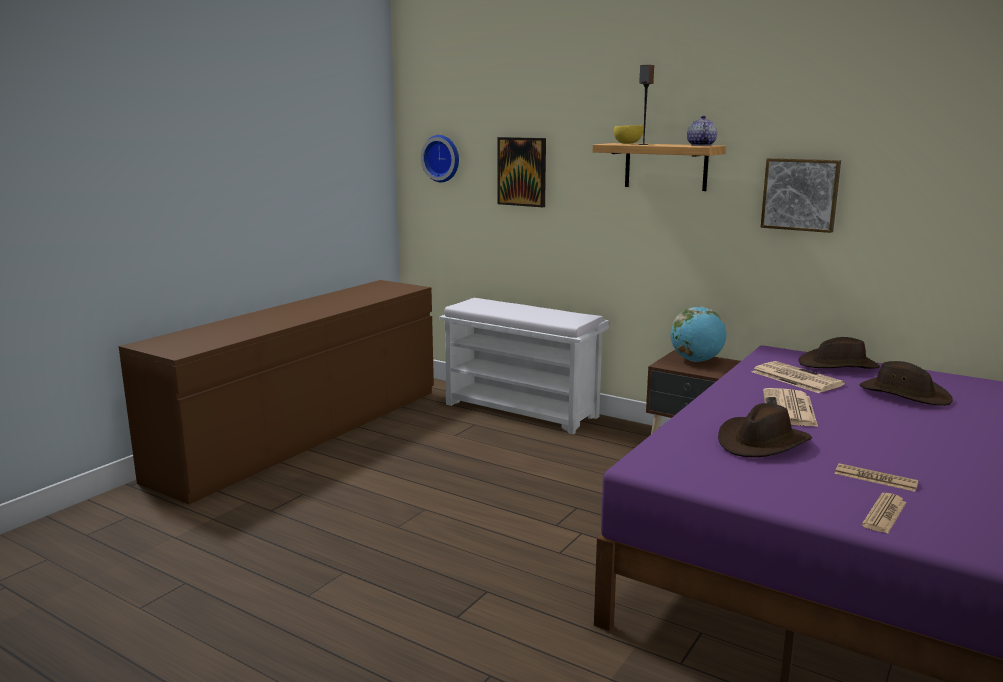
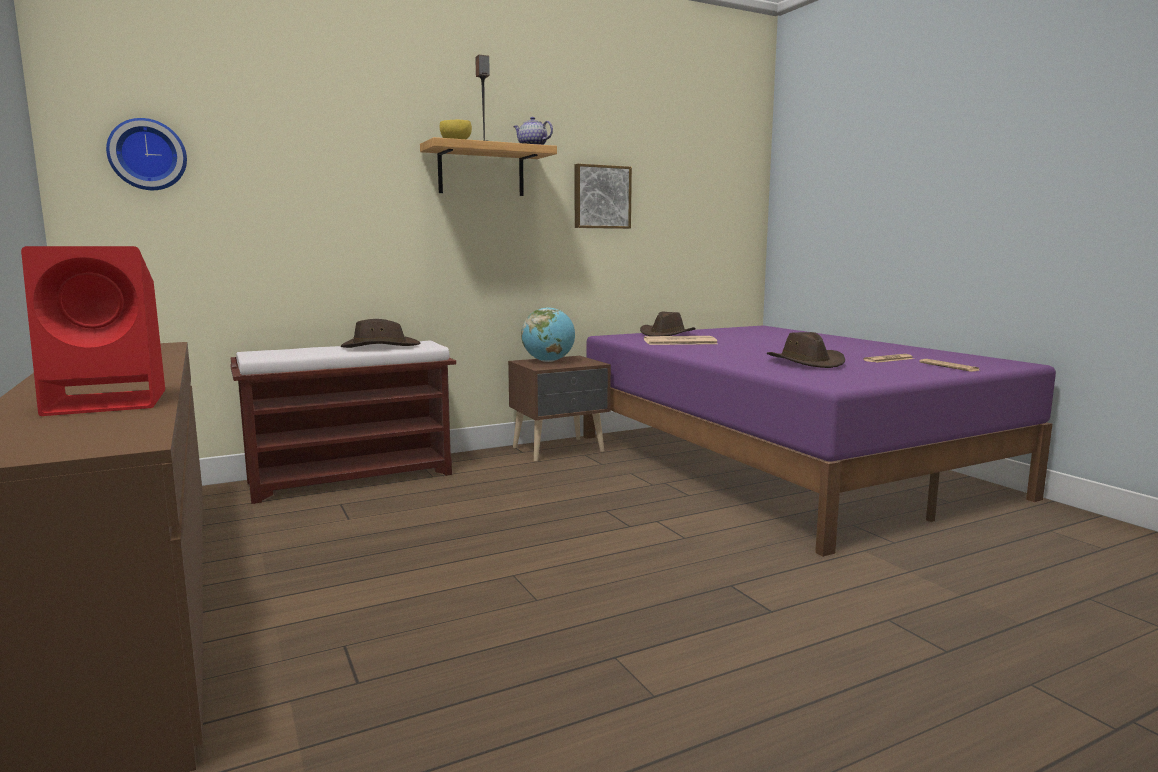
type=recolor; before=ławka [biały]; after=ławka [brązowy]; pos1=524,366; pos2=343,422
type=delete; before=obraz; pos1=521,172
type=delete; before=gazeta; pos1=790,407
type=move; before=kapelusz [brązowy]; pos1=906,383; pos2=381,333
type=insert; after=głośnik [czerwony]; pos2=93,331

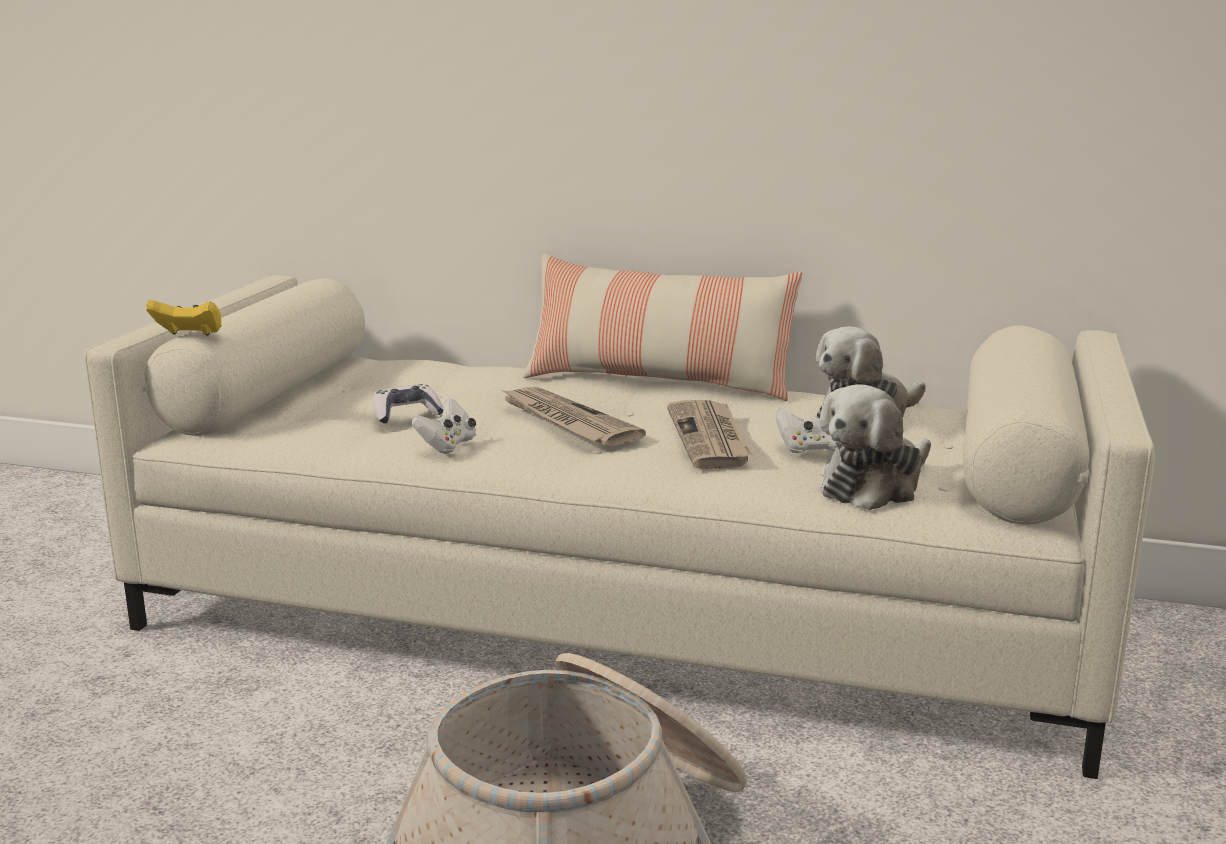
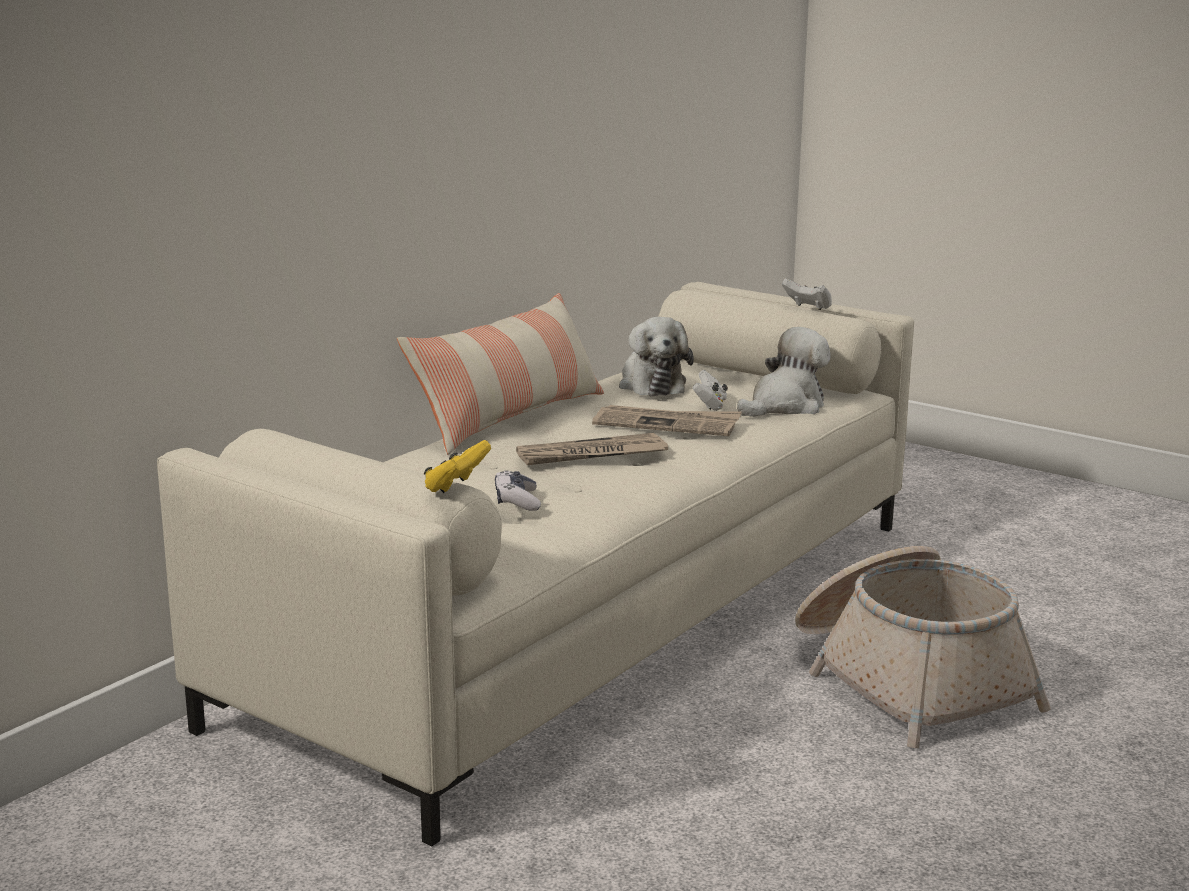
type=move; before=pad do gier [biały]; pos1=444,425; pos2=807,294
type=rotate; before=pluszak; pos1=875,447; pos2=784,372; turn=-105

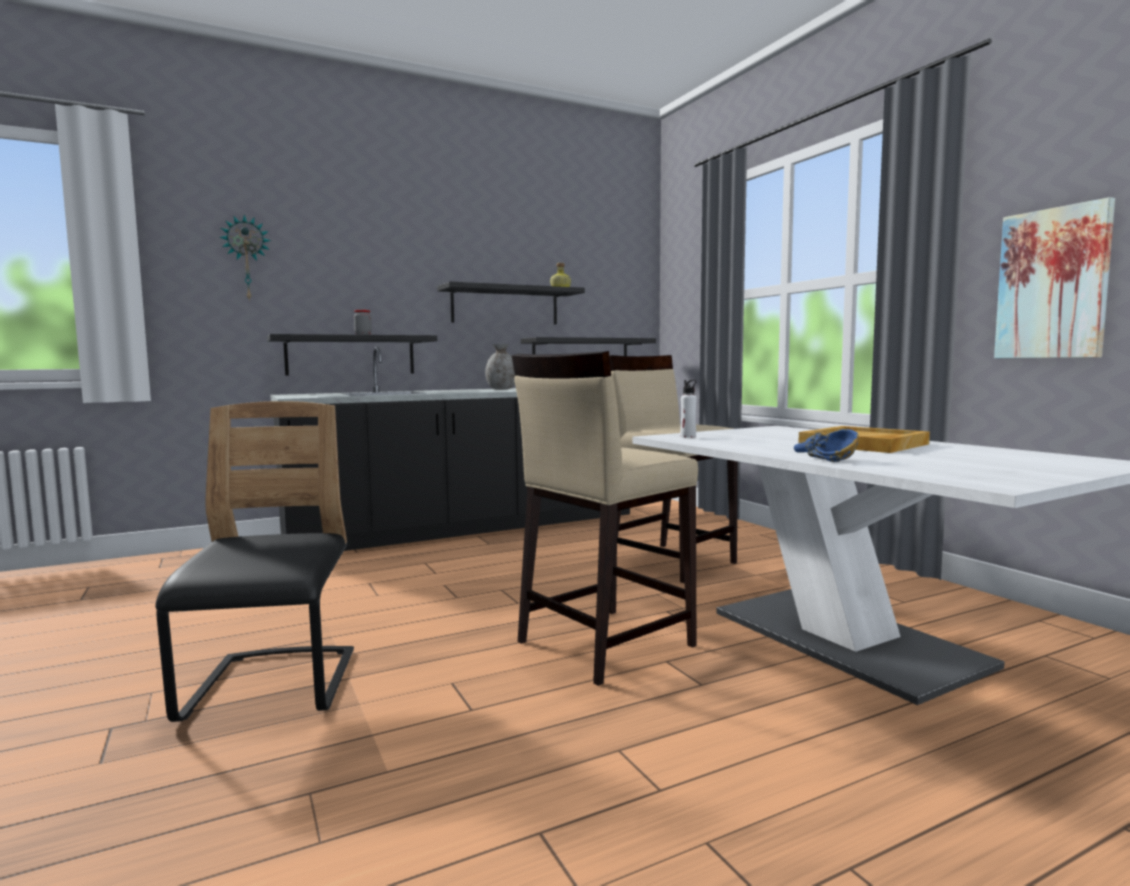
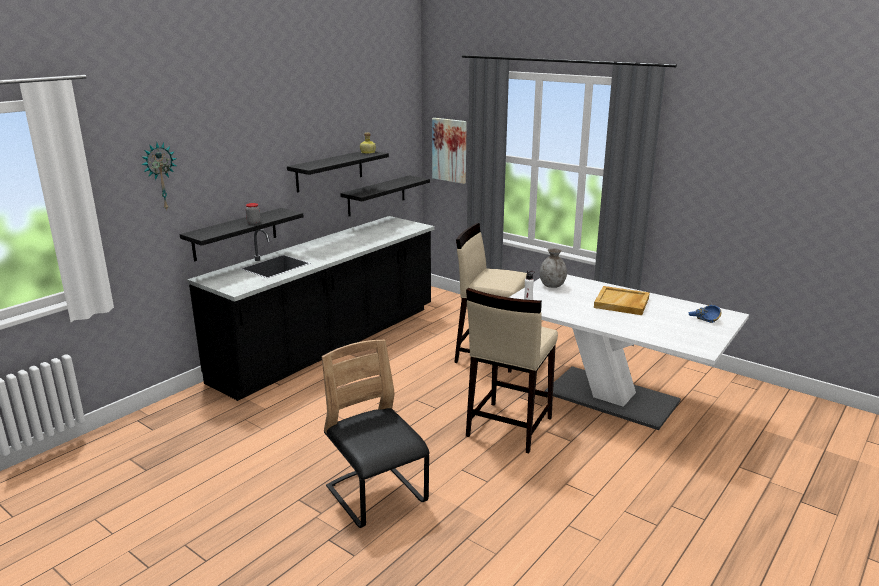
type=move; before=wazon [szary]; pos1=500,367; pos2=553,268
type=move; before=miska [niebieski]; pos1=826,445; pos2=705,314
type=move; before=obraz; pos1=1054,278; pos2=449,151

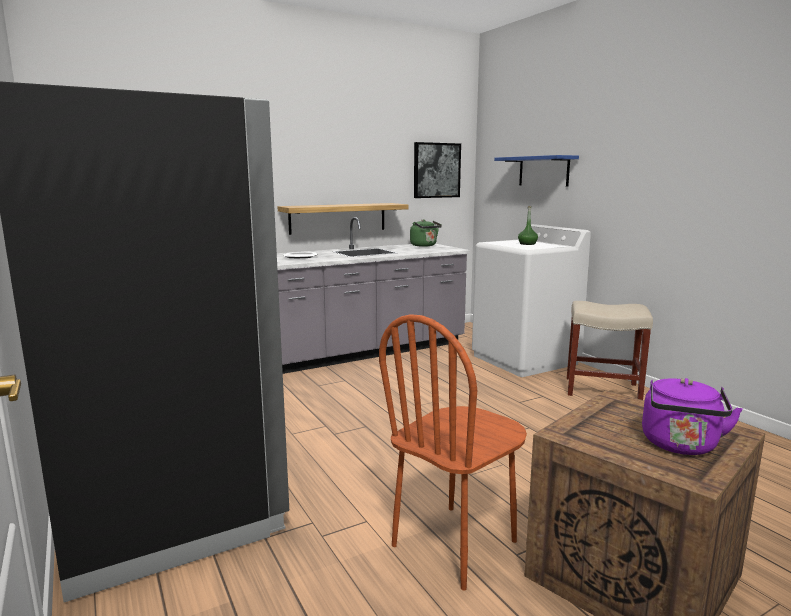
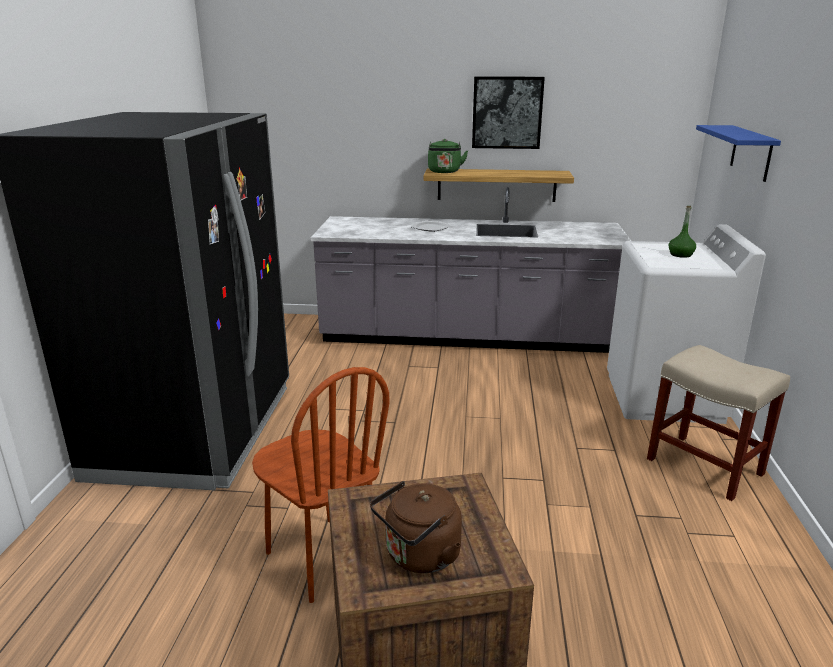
type=rotate; before=krzesło [brązowy]; pos1=453,452; pos2=321,485; turn=-120
type=move; before=czajnik [zielony]; pos1=426,233; pos2=448,156
type=move; before=obraz; pos1=437,170; pos2=508,112
type=recolor; before=czajnik [fioletowy]; after=czajnik [brązowy]; pos1=692,416; pos2=416,527

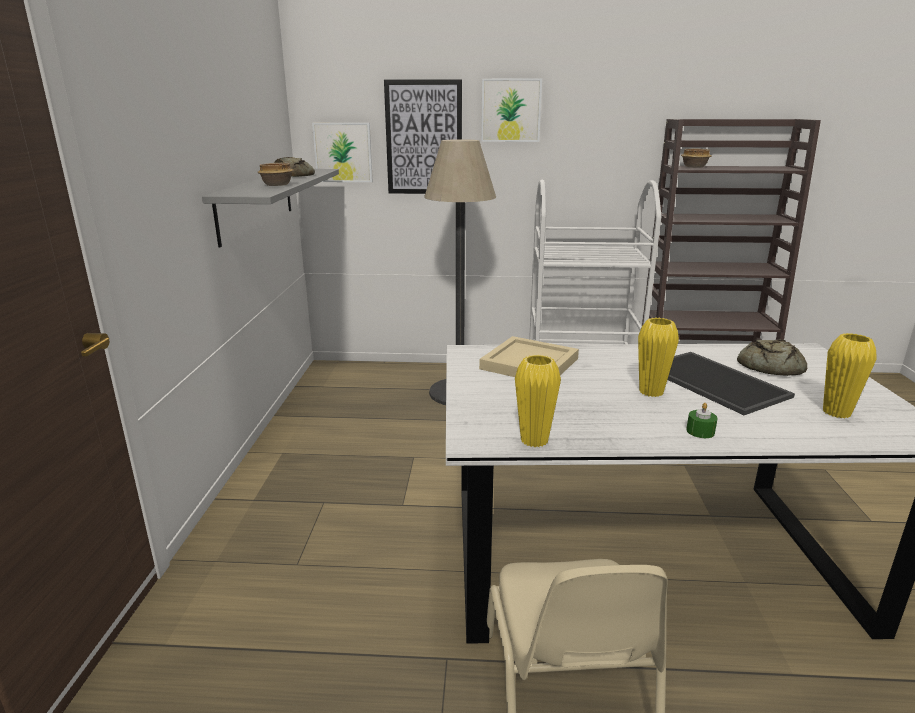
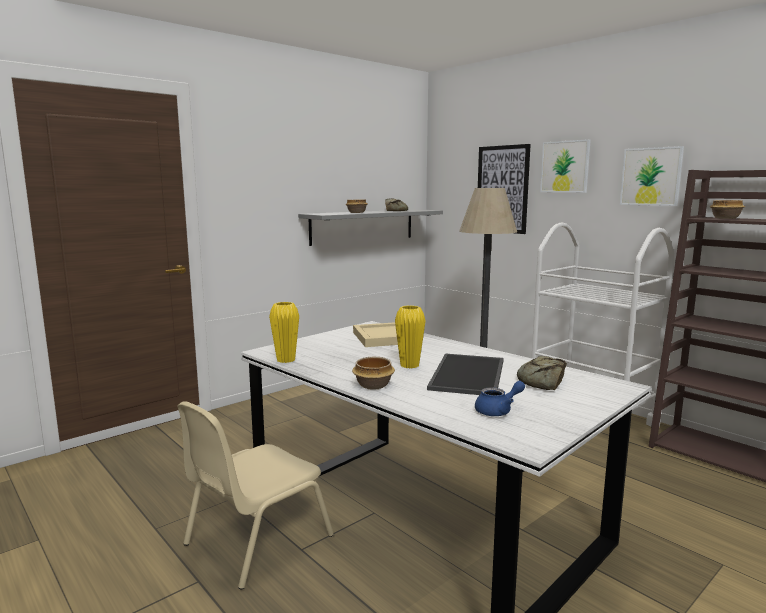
type=move; before=obraz; pos1=342,152; pos2=652,176
type=replace; before=świeca [zielony]; after=miska; pos1=702,420; pos2=373,373
type=replace; before=wazon [żółty]; after=imbryk [niebieski]; pos1=850,375; pos2=500,398

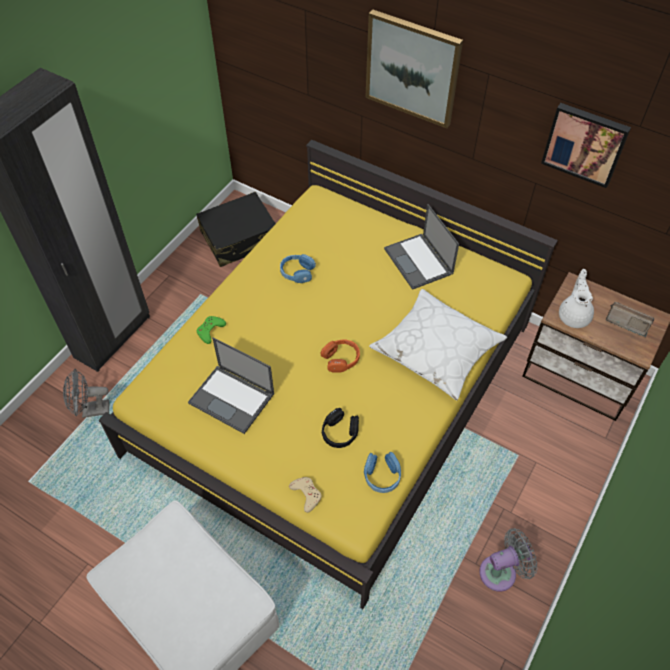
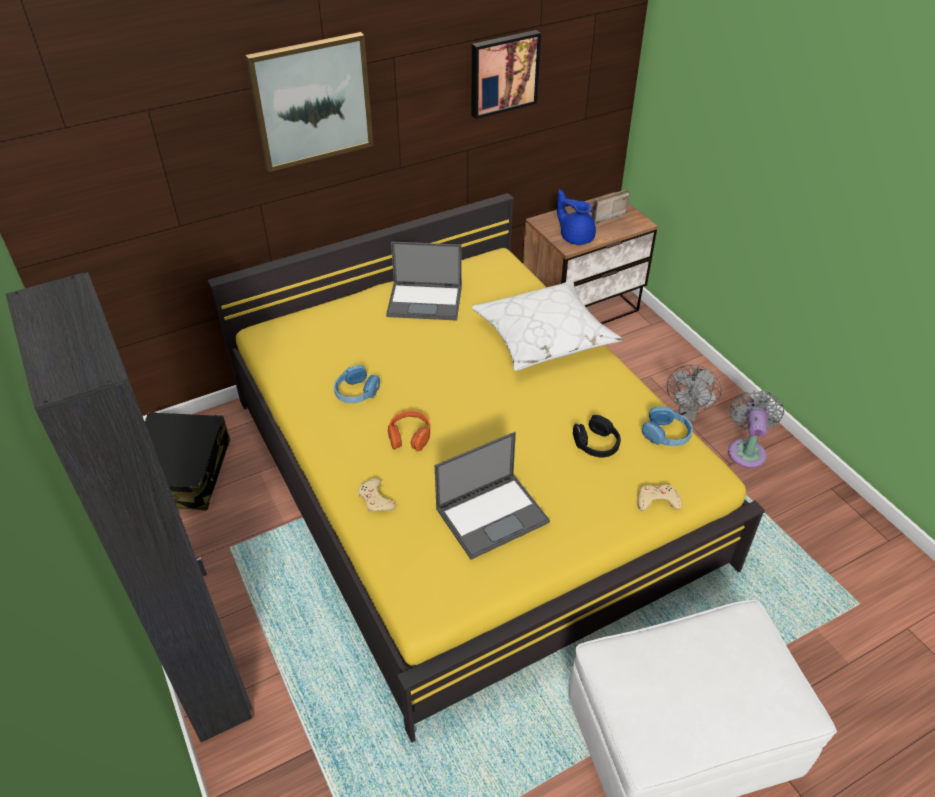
type=move; before=wentylator [szary]; pos1=86,393; pos2=694,393
type=recolor; before=pad do gier [zielony]; after=pad do gier [beżowy]; pos1=211,330; pos2=377,495
type=move; before=słuchawki [pomarańczowy]; pos1=340,356; pos2=409,430
type=recolor; before=imbryk [biały]; after=imbryk [niebieski]; pos1=576,298; pos2=576,217

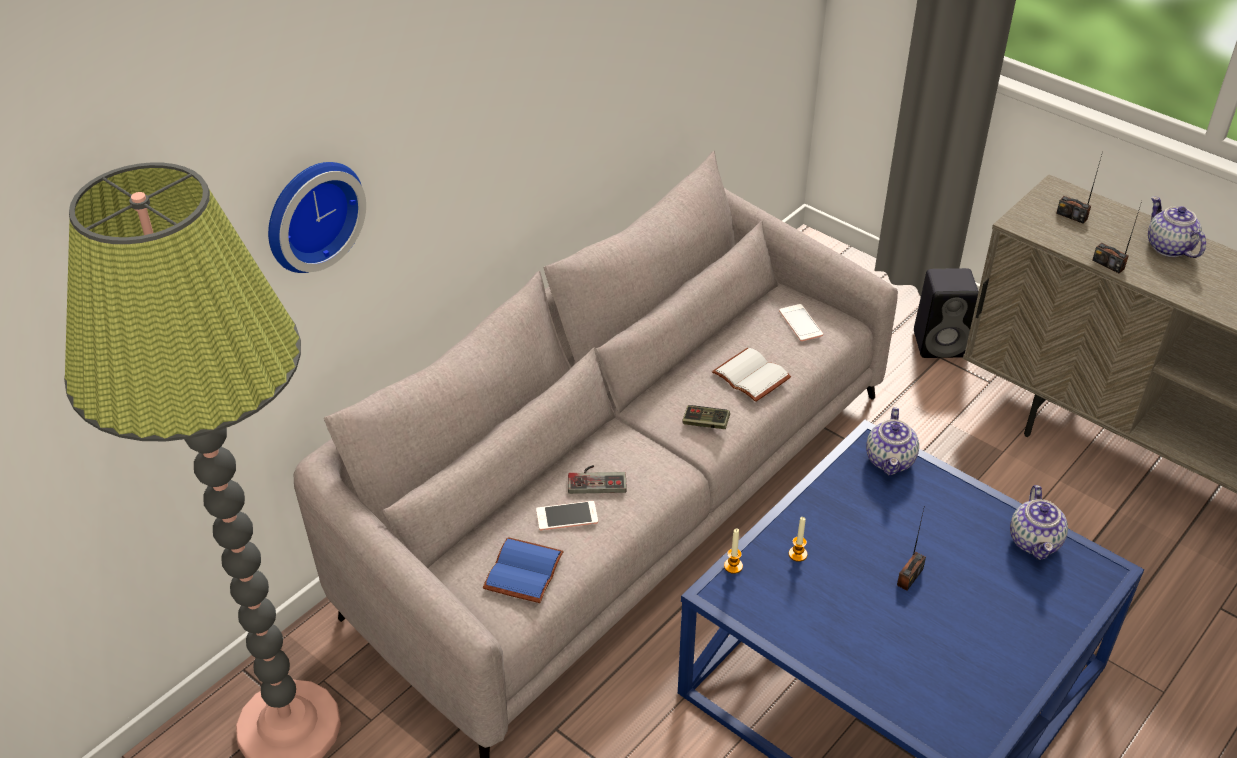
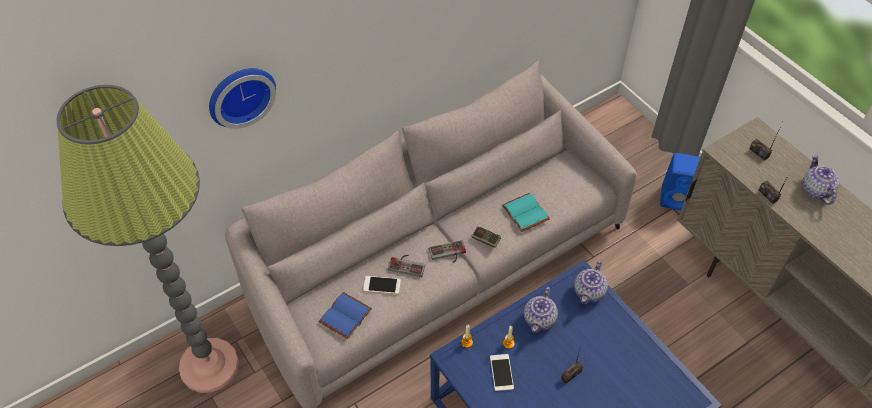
type=recolor; before=książka [biały]; after=książka [turkusowy]; pos1=751,375; pos2=526,212
type=move; before=telefon; pos1=801,322; pos2=502,372
type=recolor; before=głośnik [czarny]; after=głośnik [niebieski]; pos1=946,313; pos2=680,181
type=move; before=imbryk; pos1=1039,522; pos2=541,310
type=insert; after=pad do gier; pos2=447,251

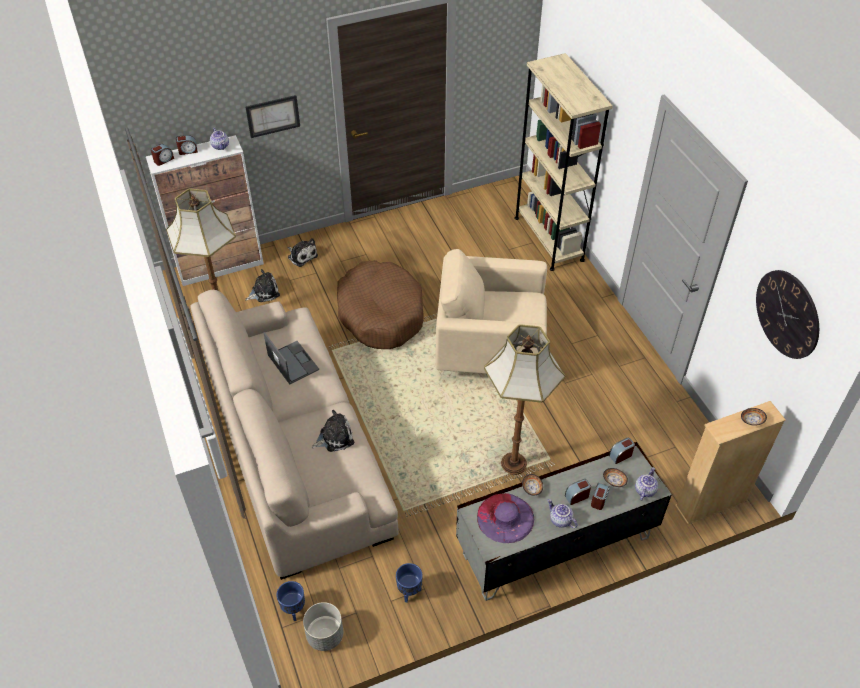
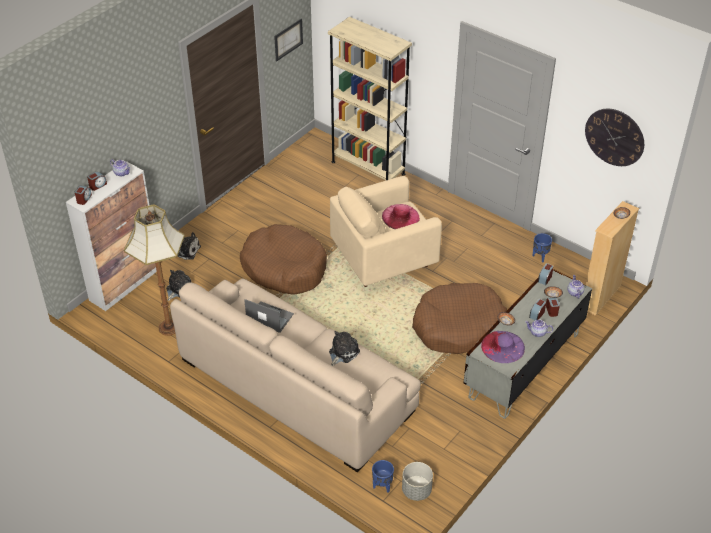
type=move; before=obraz; pos1=272,116; pos2=288,40
type=move; before=donica [niebieski]; pos1=409,583; pos2=542,248
type=replace; before=lampa stojąca; after=legowisko [brązowy]; pos1=524,399; pos2=459,318
type=insert; after=kapelusz [różowy]; pos2=401,216

